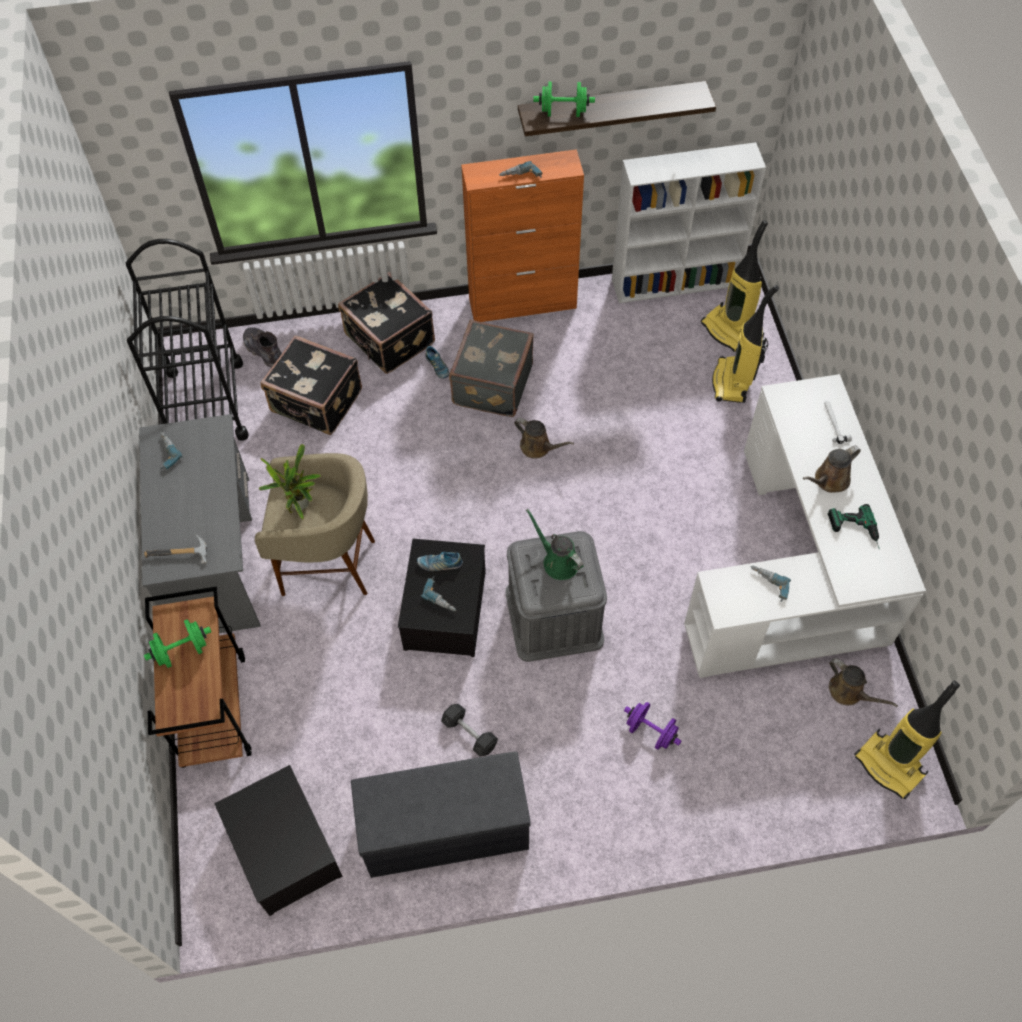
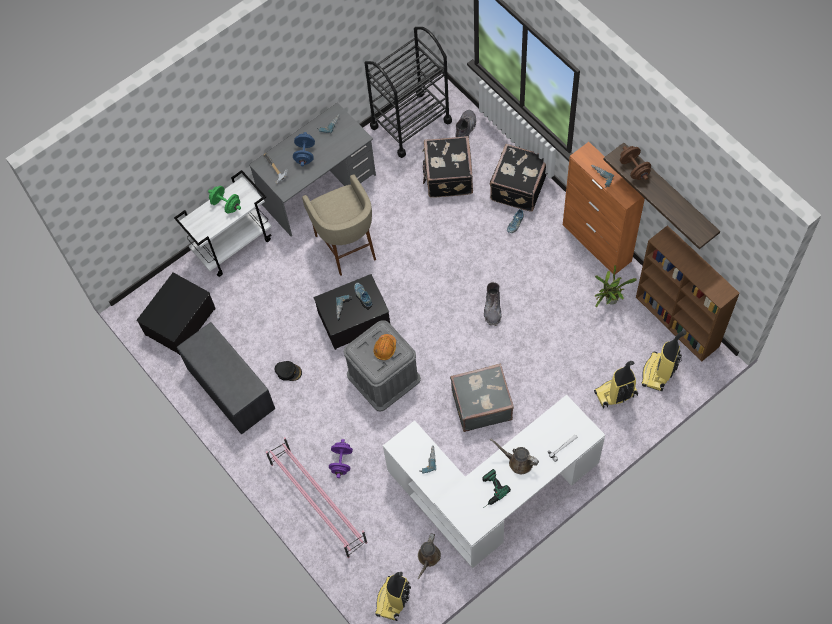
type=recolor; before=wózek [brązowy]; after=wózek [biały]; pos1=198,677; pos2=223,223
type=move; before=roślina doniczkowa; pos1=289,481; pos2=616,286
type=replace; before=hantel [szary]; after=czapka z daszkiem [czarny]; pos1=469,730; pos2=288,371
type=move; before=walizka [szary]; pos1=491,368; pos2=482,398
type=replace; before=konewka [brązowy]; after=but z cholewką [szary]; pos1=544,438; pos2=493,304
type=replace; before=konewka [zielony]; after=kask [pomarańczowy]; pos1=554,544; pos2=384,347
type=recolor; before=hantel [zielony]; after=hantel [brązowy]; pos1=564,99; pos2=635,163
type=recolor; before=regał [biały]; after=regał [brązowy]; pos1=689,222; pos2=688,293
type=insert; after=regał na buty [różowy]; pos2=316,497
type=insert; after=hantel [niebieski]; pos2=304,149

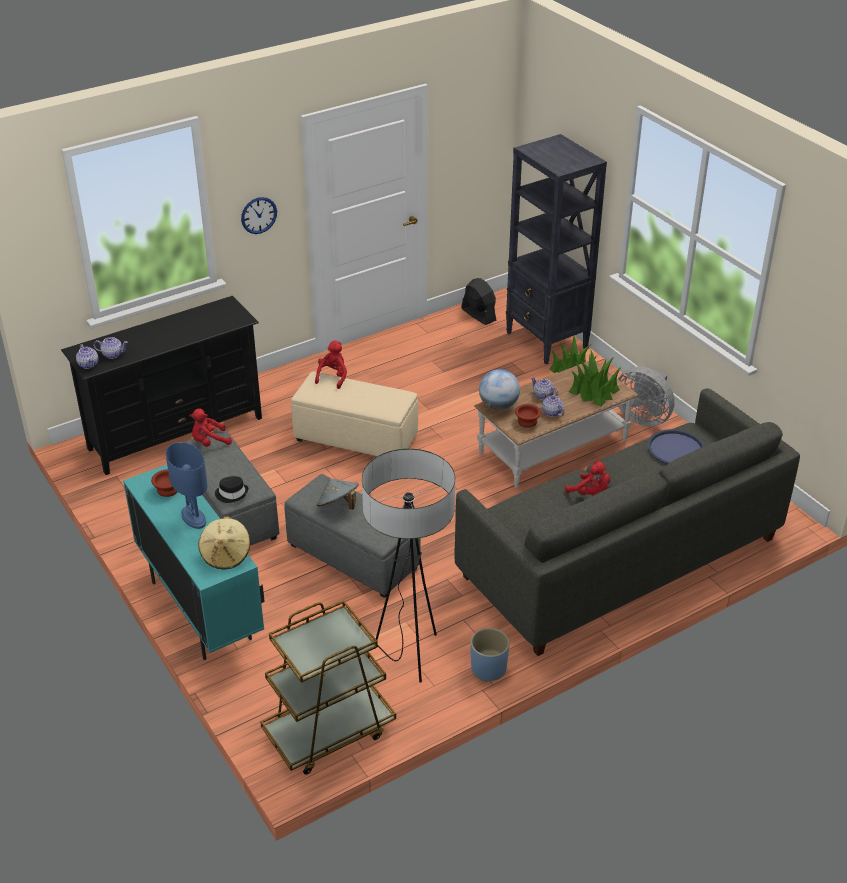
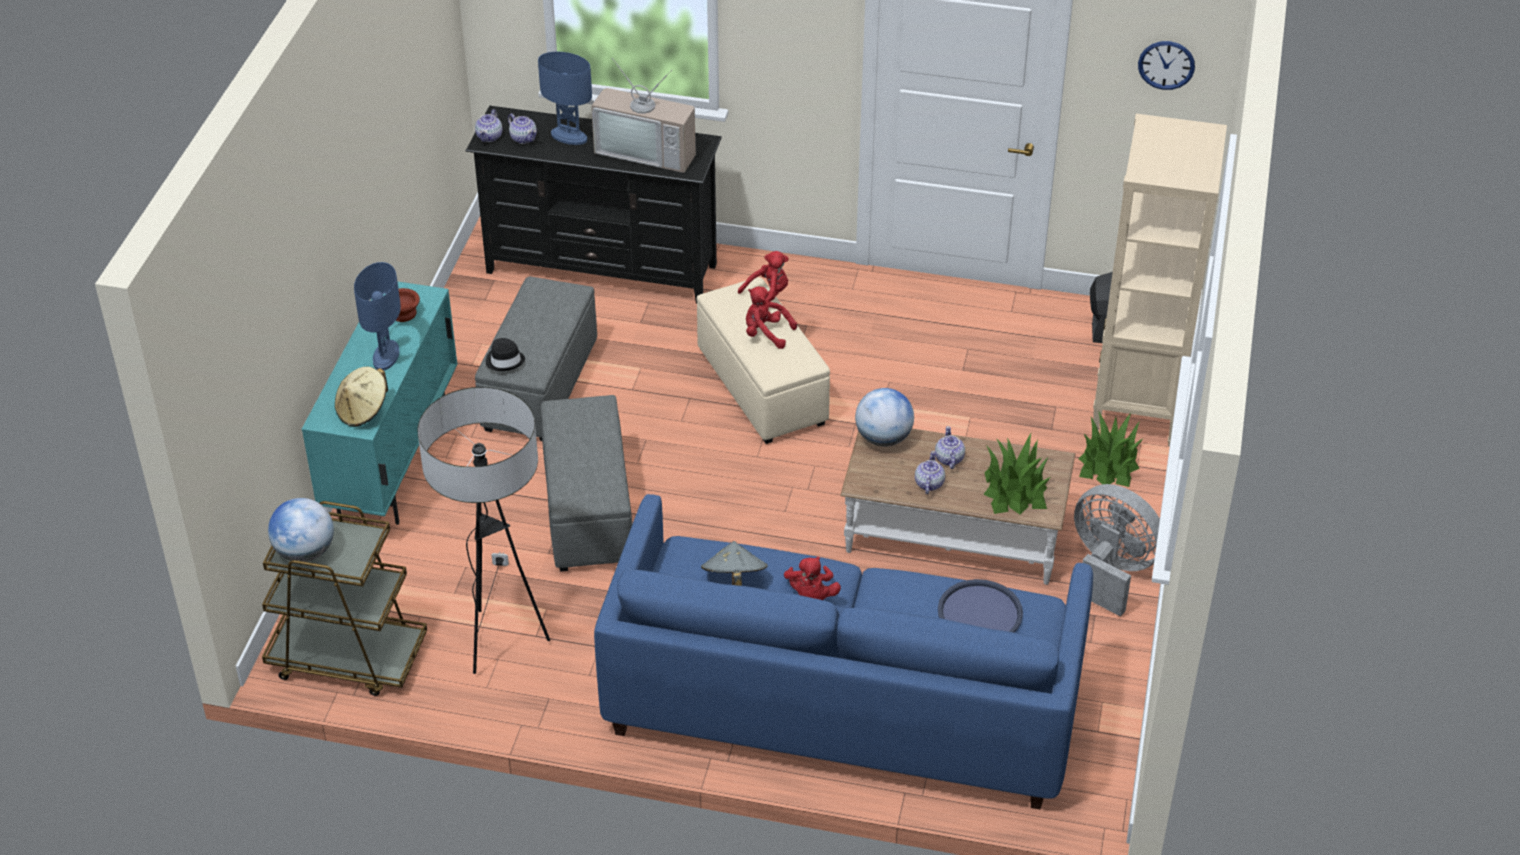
type=move; before=pluszak [czerwony]; pos1=210,427; pos2=771,317
type=move; before=zegar ścienny; pos1=259,215; pos2=1166,65
type=move; before=kapelusz [szary]; pos1=338,494; pos2=734,563
type=recolor; before=kanapa [szary]; after=kanapa [niebieski]; pos1=627,522; pos2=843,651
type=delete; before=donica [niebieski]; pos1=490,655
type=recolor; before=regał [czarny]; after=regał [beżowy]; pos1=556,249; pos2=1160,280
type=delete; before=miska [brązowy]; pos1=528,416
type=rotate; before=wentylator [szary]; pos1=646,396; pos2=1117,550; turn=135
type=insert; after=globus; pos2=301,530
type=insert; after=lampa stołowa [niebieski]; pos2=565,98
type=insert; after=telewizor; pos2=643,115

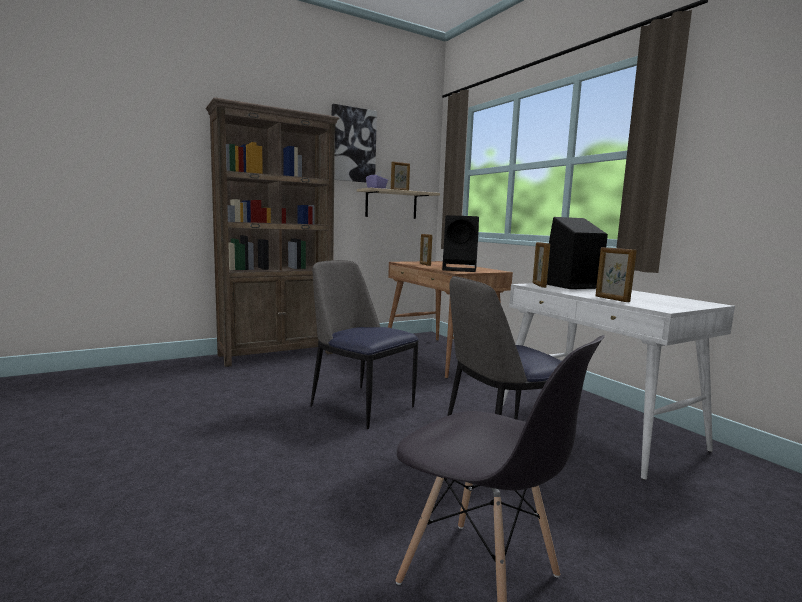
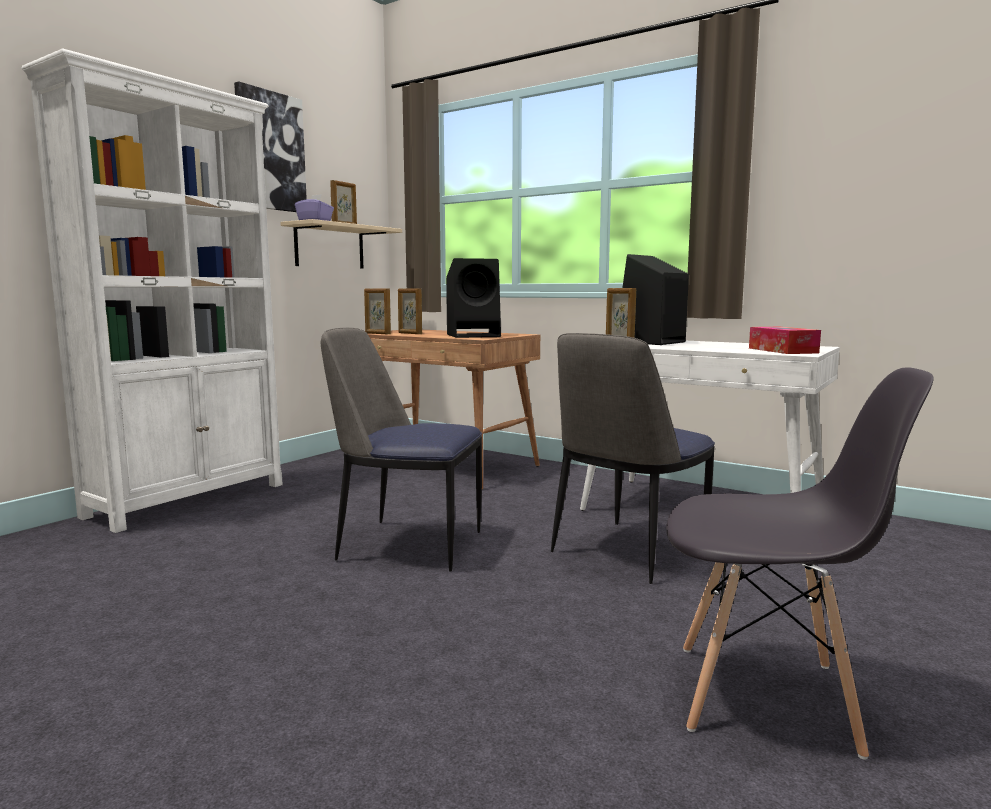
type=recolor; before=regał [brązowy]; after=regał [biały]; pos1=272,232; pos2=152,290
type=move; before=ramka na zdjęcie; pos1=616,274; pos2=377,311
type=insert; after=pudełko chusteczek; pos2=785,340

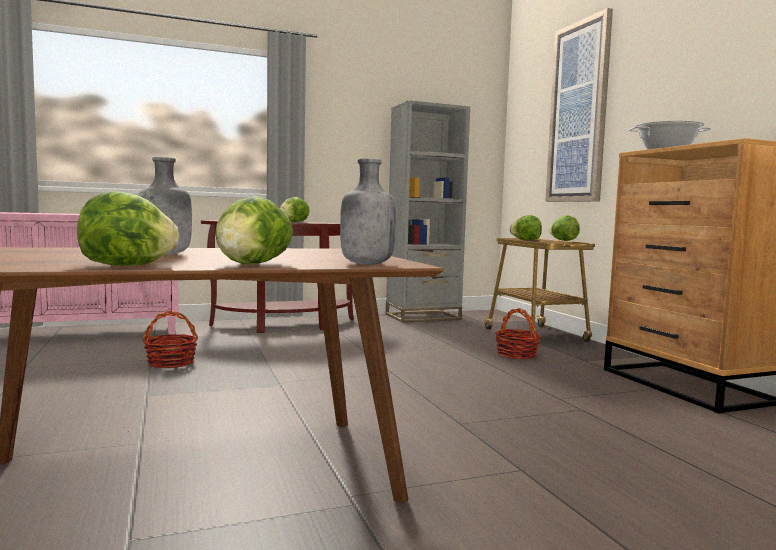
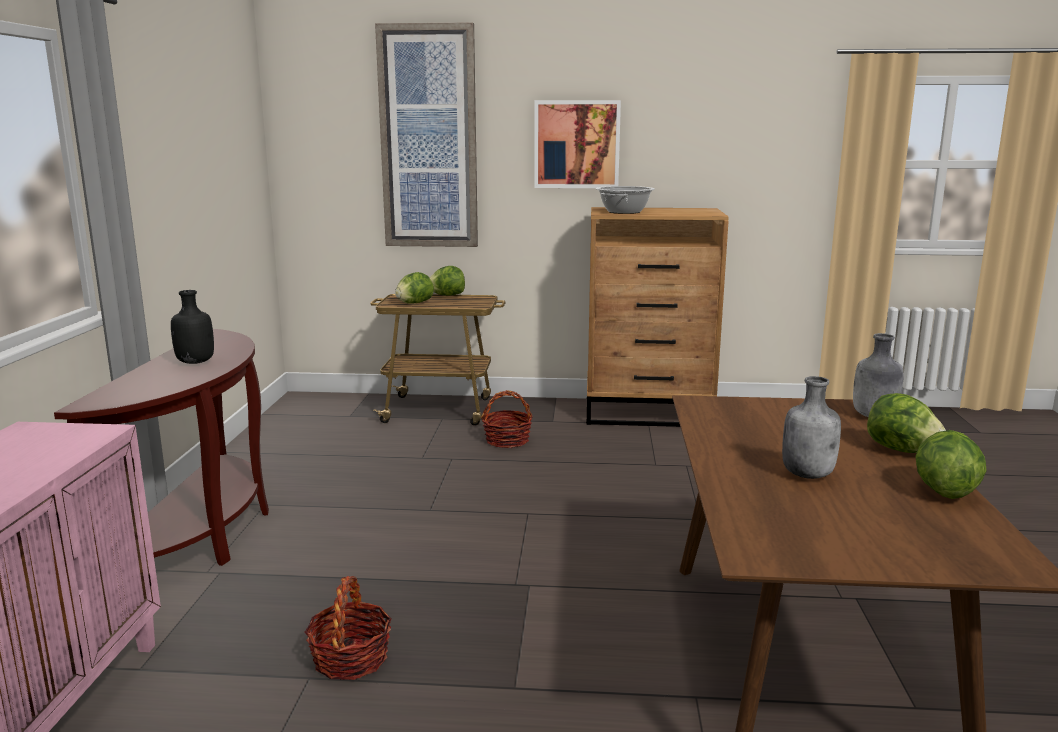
type=replace; before=sałata; after=butelka [czarny]; pos1=294,209; pos2=192,327
type=delete; before=regał [szary]; pos1=428,211
type=insert; after=obraz; pos2=577,144

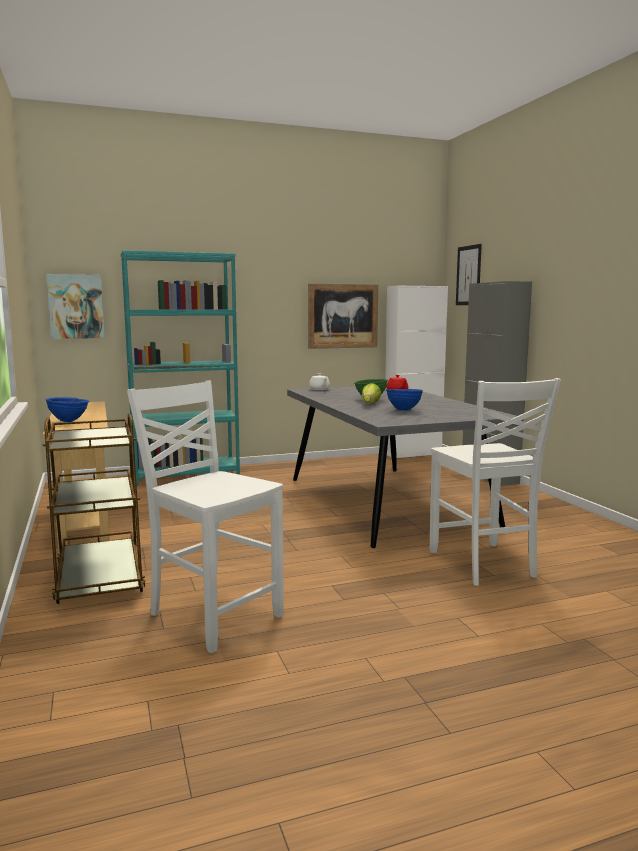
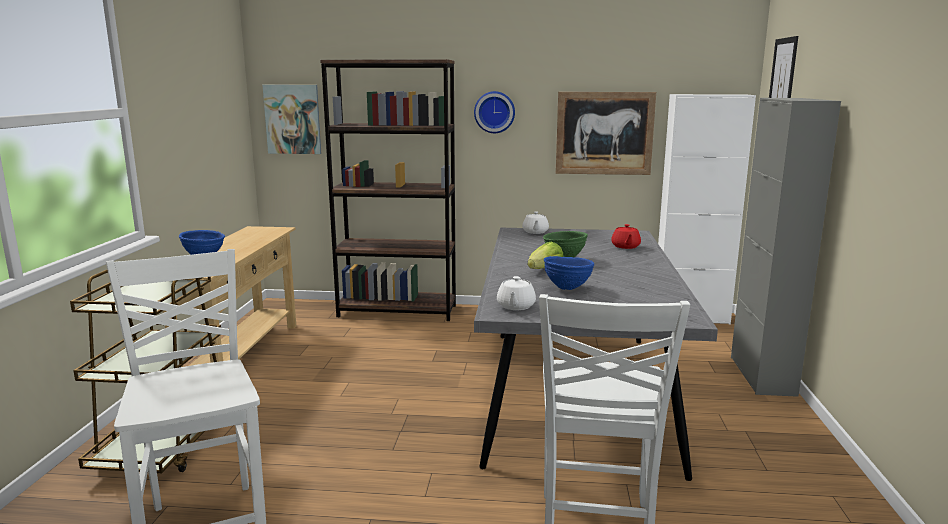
type=recolor; before=regał [turkusowy]; after=regał [brązowy]; pos1=180,367; pos2=388,190
type=insert; after=zegar ścienny; pos2=494,112
type=insert; after=imbryk [biały]; pos2=516,293

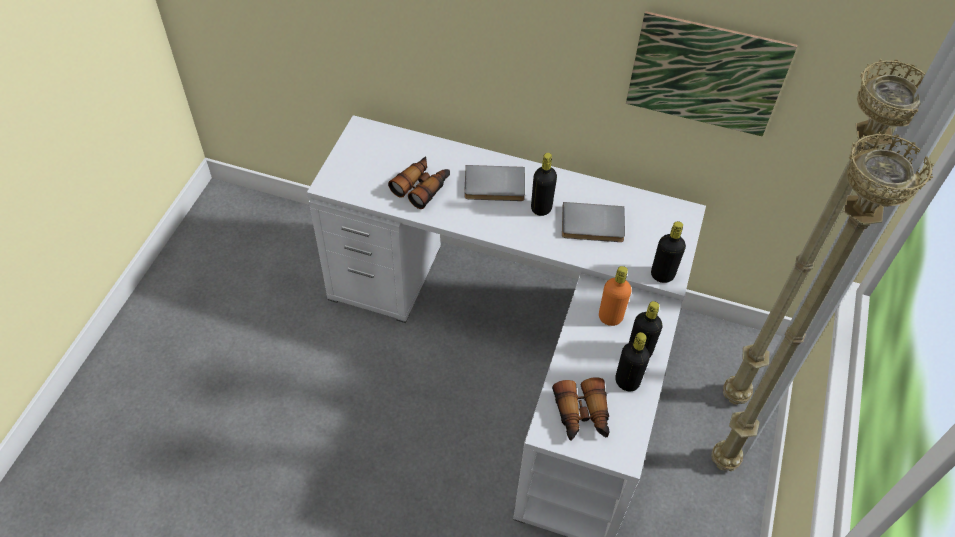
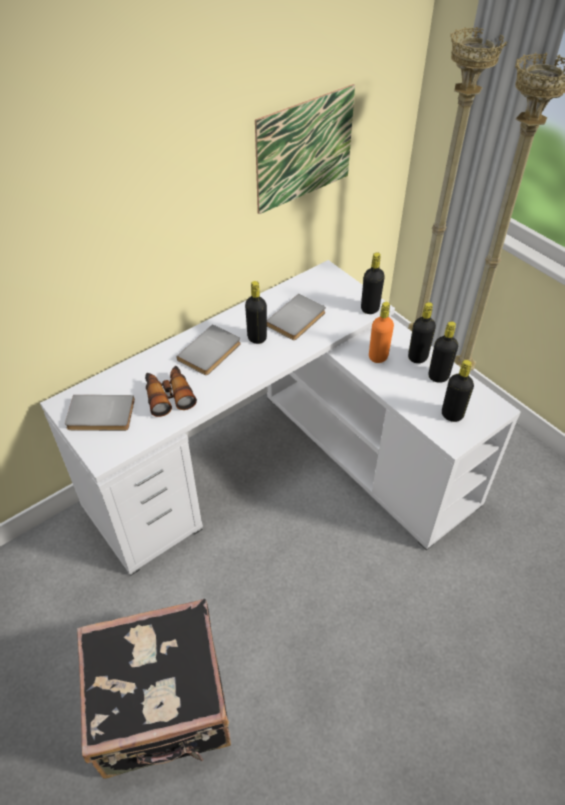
type=replace; before=lornetka; after=butelka [czarny]; pos1=581,409; pos2=458,391
type=insert; after=książka [szary]; pos2=100,413
type=insert; after=walizka [czarny]; pos2=154,689

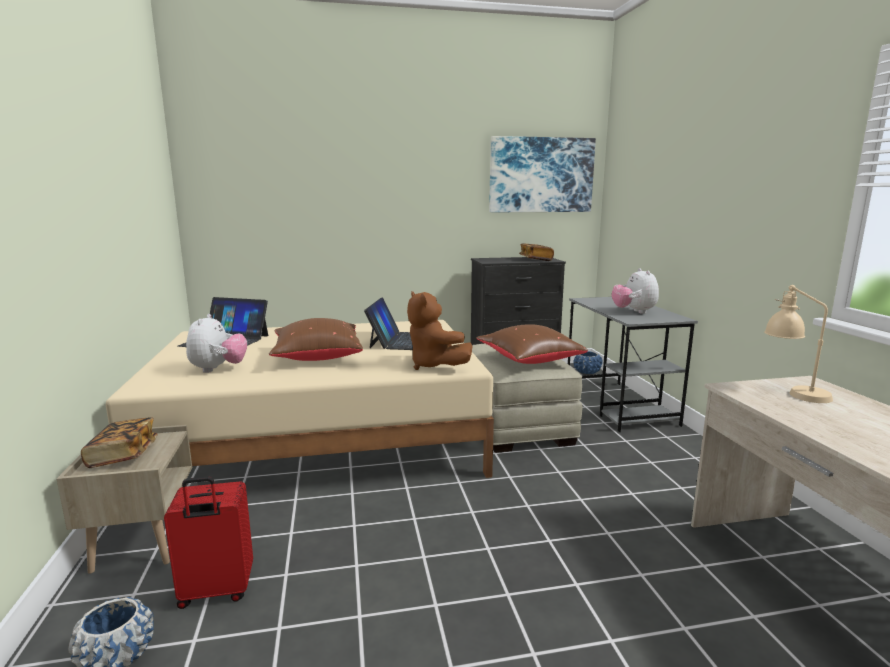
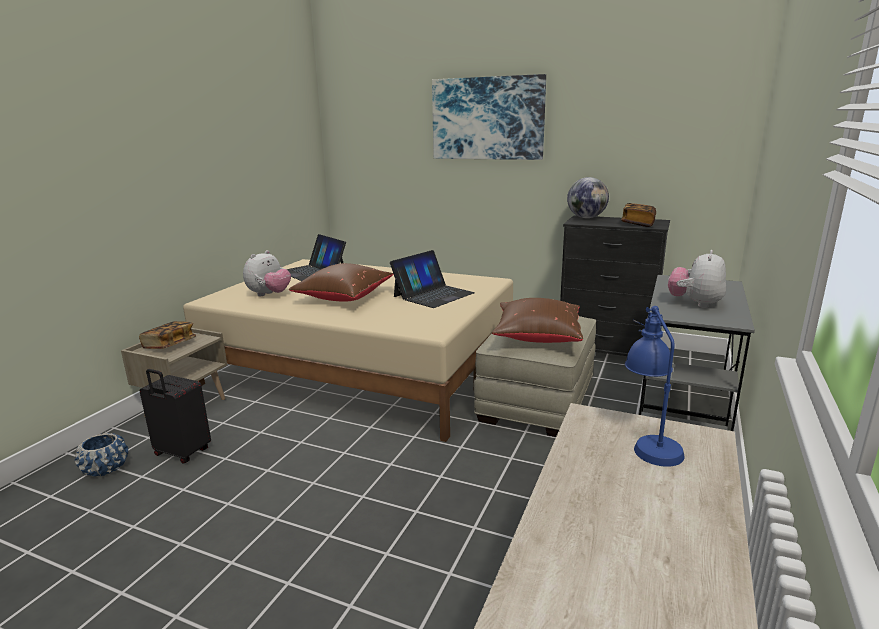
type=recolor; before=walizka [czerwony]; after=walizka [czarny]; pos1=208,542; pos2=175,416
type=delete; before=pluszak [brązowy]; pos1=439,330
type=move; before=obraz; pos1=542,174; pos2=489,117
type=delete; before=donica [niebieski]; pos1=587,362
type=recolor; before=lampa stołowa [beżowy]; after=lampa stołowa [niebieski]; pos1=798,344; pos2=655,386
type=insert; after=globus; pos2=588,197

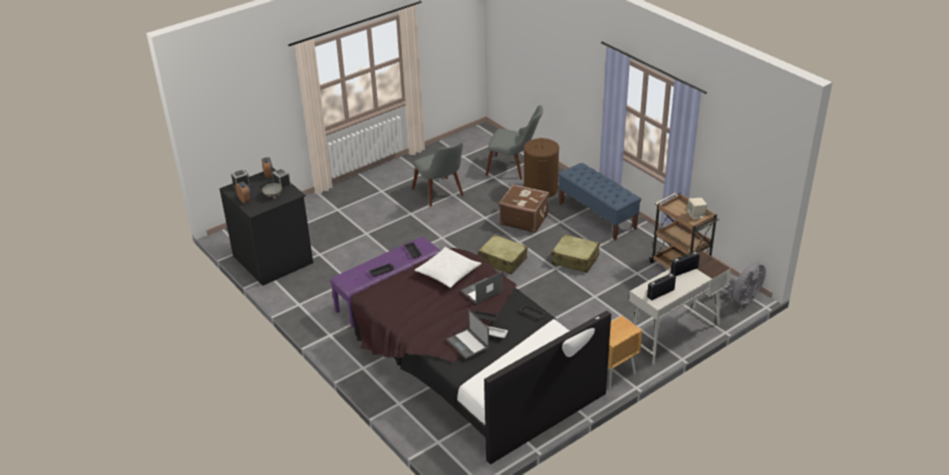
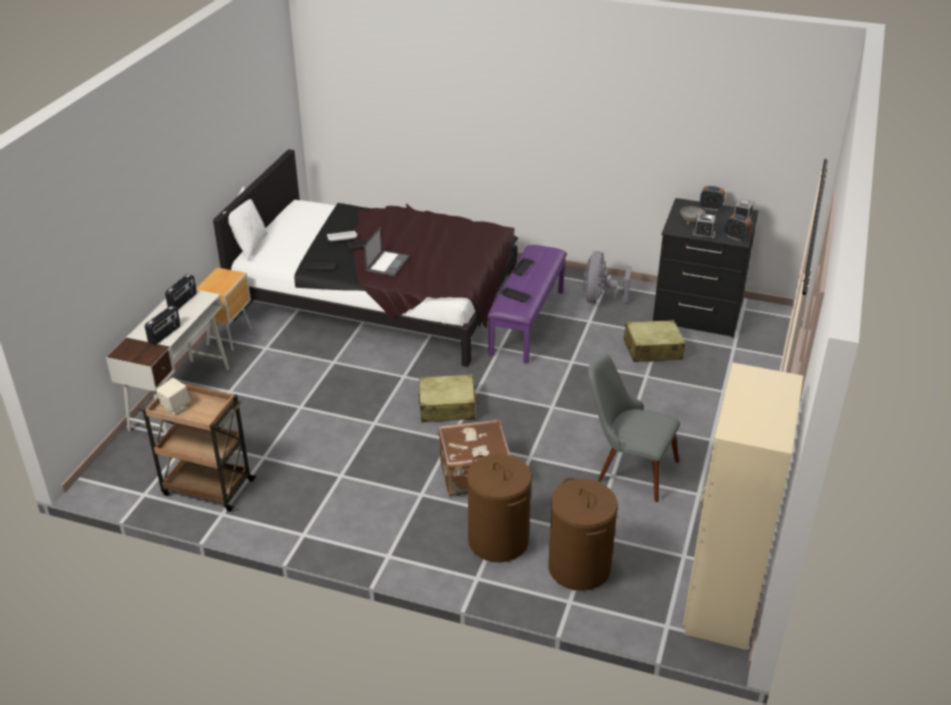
type=delete; before=poduszka [biały]; pos1=448,267
type=delete; before=laptop; pos1=467,334
type=replace; before=krzesło [szary]; after=kosz na pranie [brązowy]; pos1=514,142; pos2=583,534
type=move; before=walizka [beżowy]; pos1=575,253; pos2=655,341
type=delete; before=ławka [niebieski]; pos1=599,201
type=move; before=wentylator [szary]; pos1=739,283; pos2=607,277
type=insert; after=szafa [beżowy]; pos2=743,506

